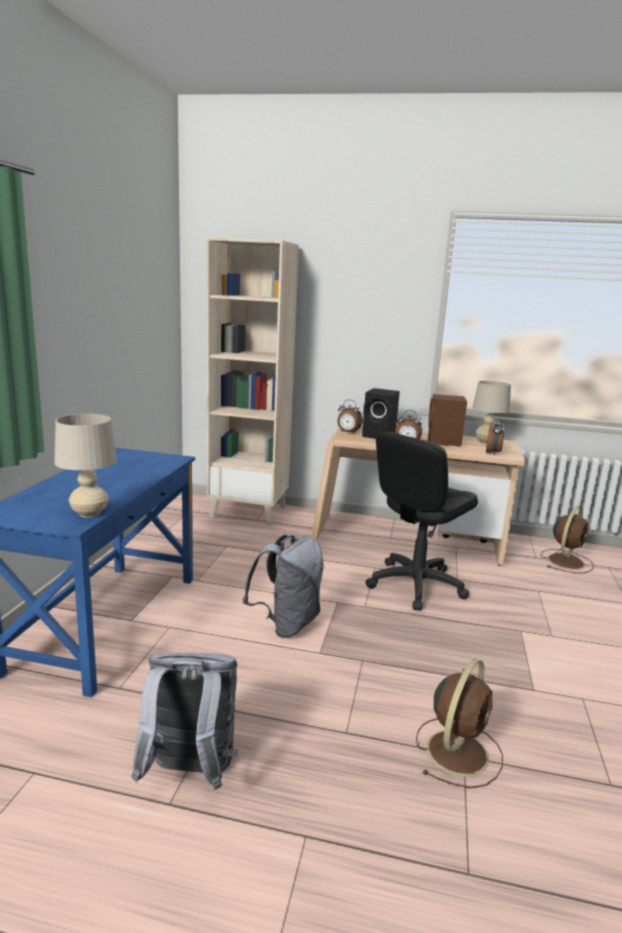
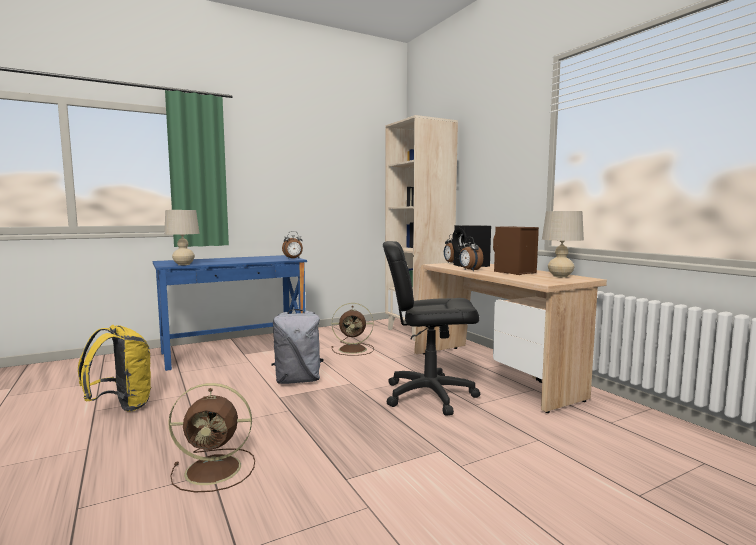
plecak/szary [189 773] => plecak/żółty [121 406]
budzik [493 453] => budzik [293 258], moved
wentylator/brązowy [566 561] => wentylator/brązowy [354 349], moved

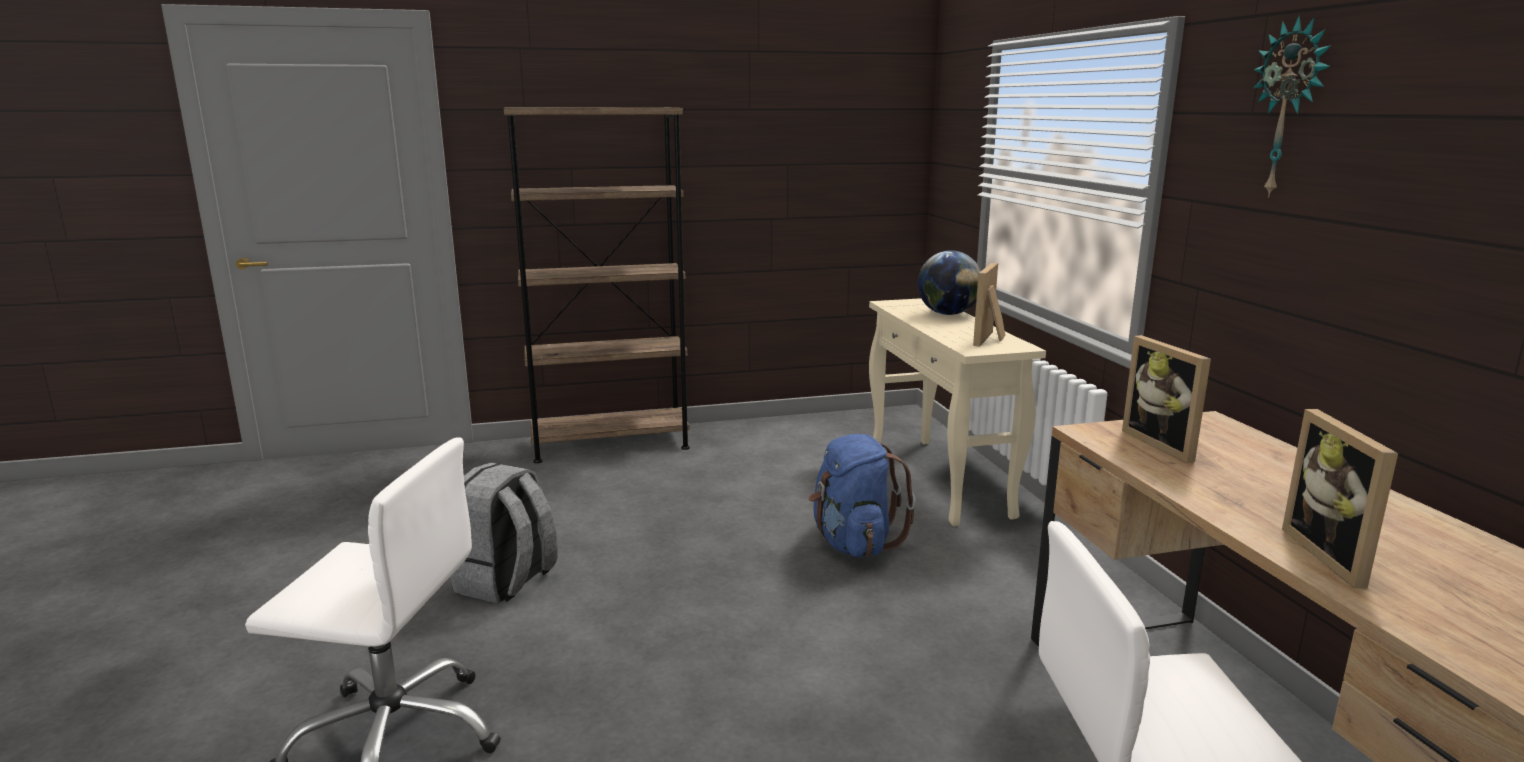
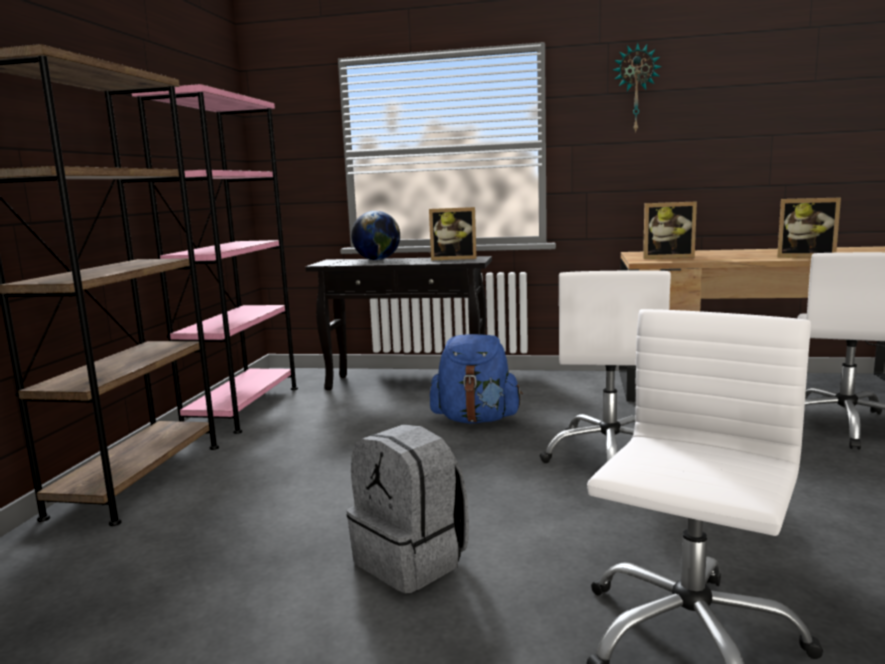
nothing => regał/różowy [243 408]
stolik konsolowy/beżowy [939 480] => stolik konsolowy/czarny [408 384]
ramka na zdjęcie [991 339] => ramka na zdjęcie [454 258], 45 degrees counterclockwise
nothing => krzesło biurowe/biały [610 456]

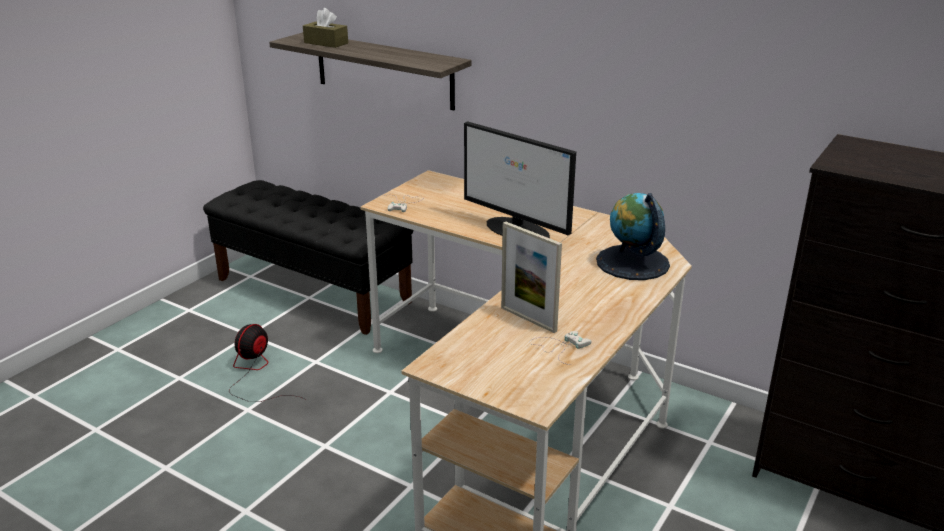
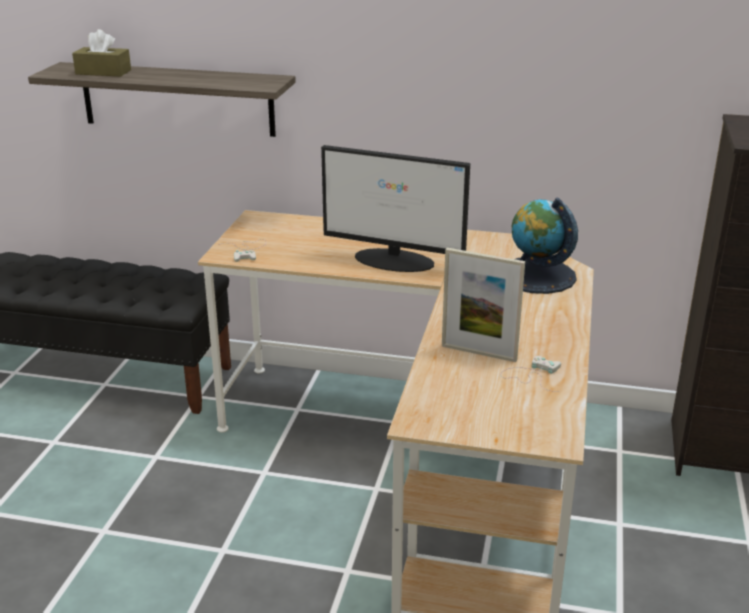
wentylator [256 373] => nothing

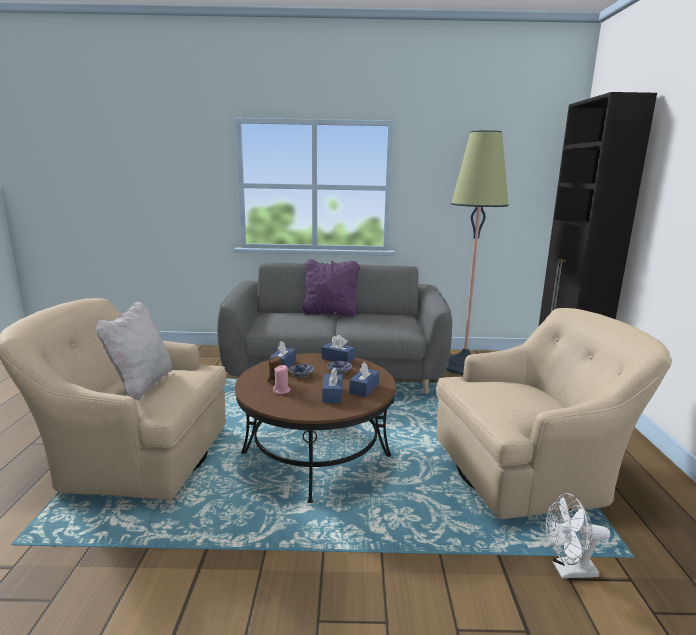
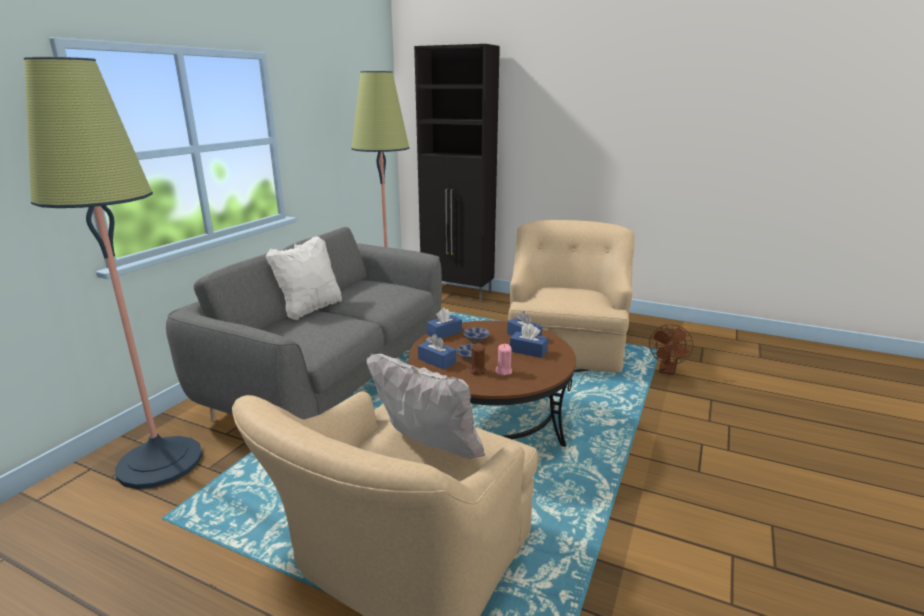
nothing => lampa stojąca [160 462]
poduszka/fioletowy [330 313] => poduszka/biały [310 309]
wentylator/biały [568 570] => wentylator/brązowy [667 371]

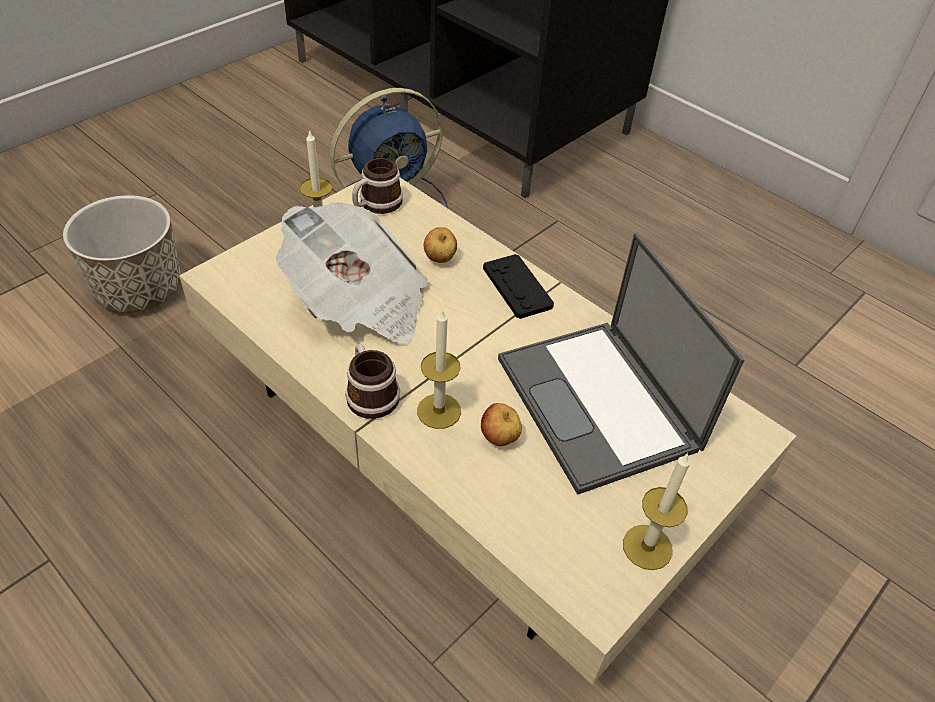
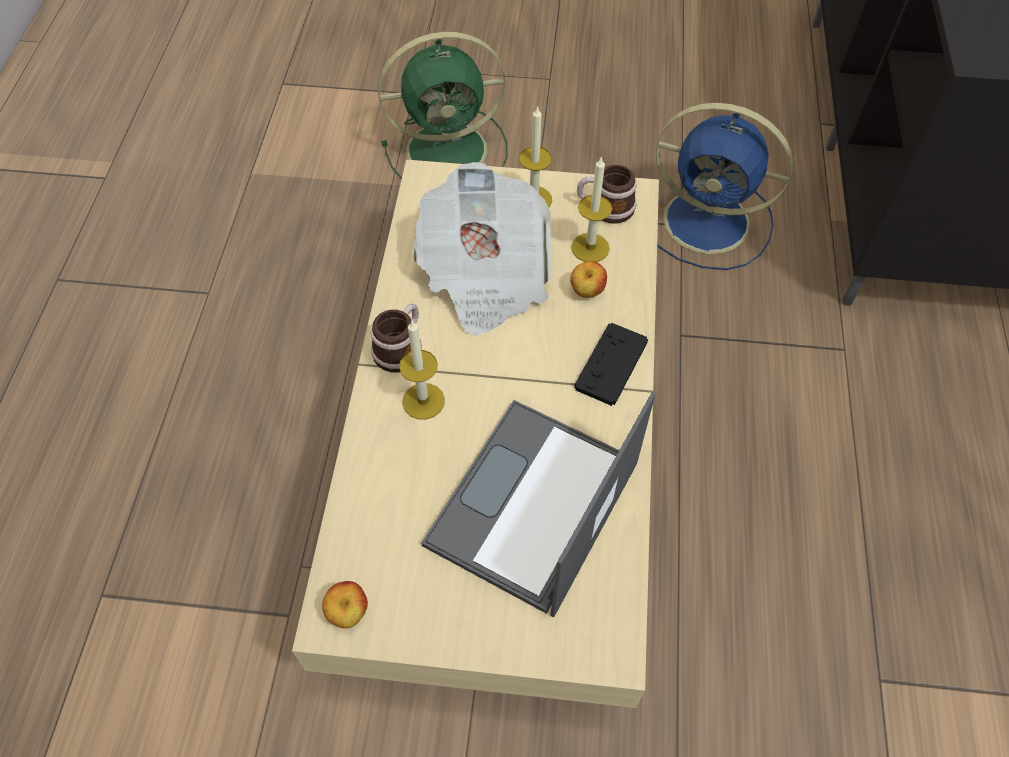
jabłko [499 438] => jabłko [348 612], moved
donica [139 288] => wentylator/zielony [450 150]
świeca [647 547] => świeca [590 248], moved

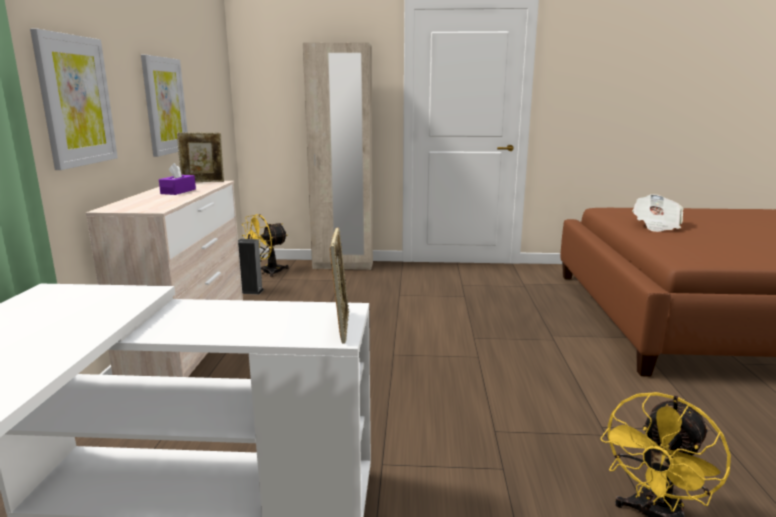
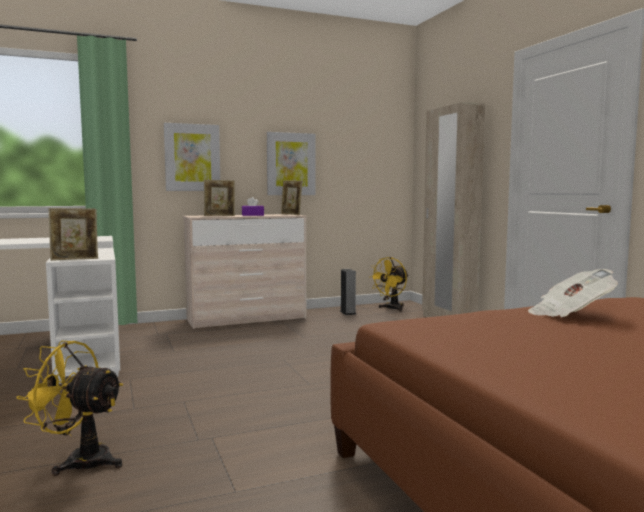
nothing => ramka na zdjęcie [219 216]
wentylator/żółty [267 272] => wentylator/żółty [391 309], 75 degrees counterclockwise

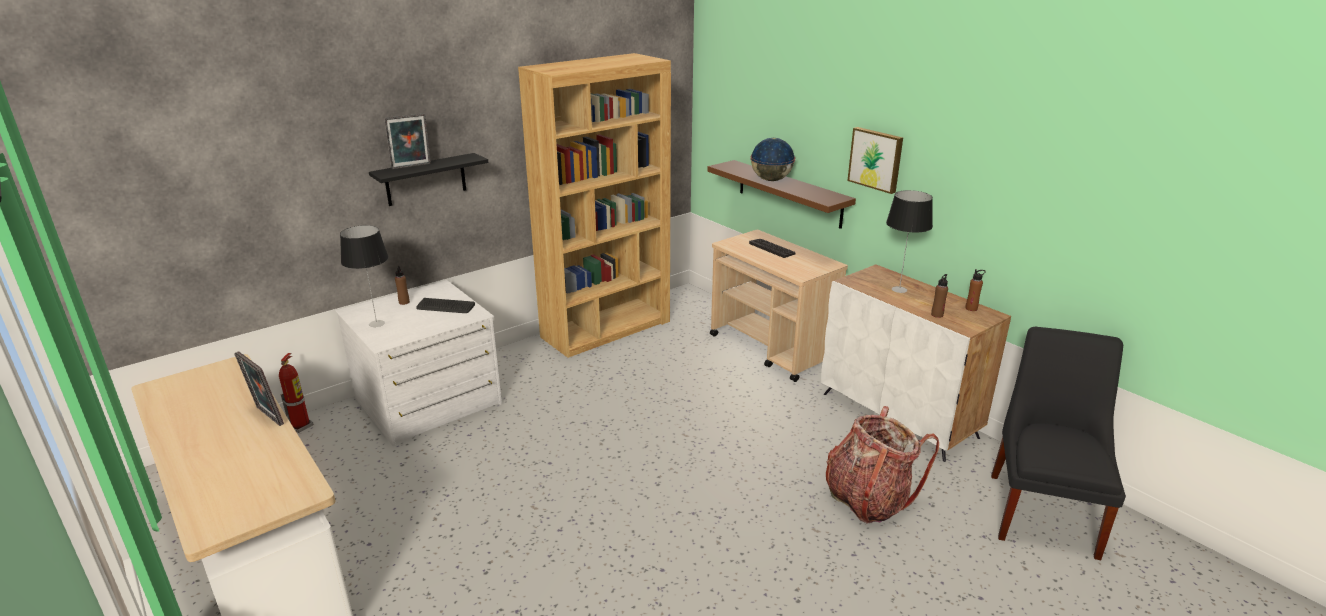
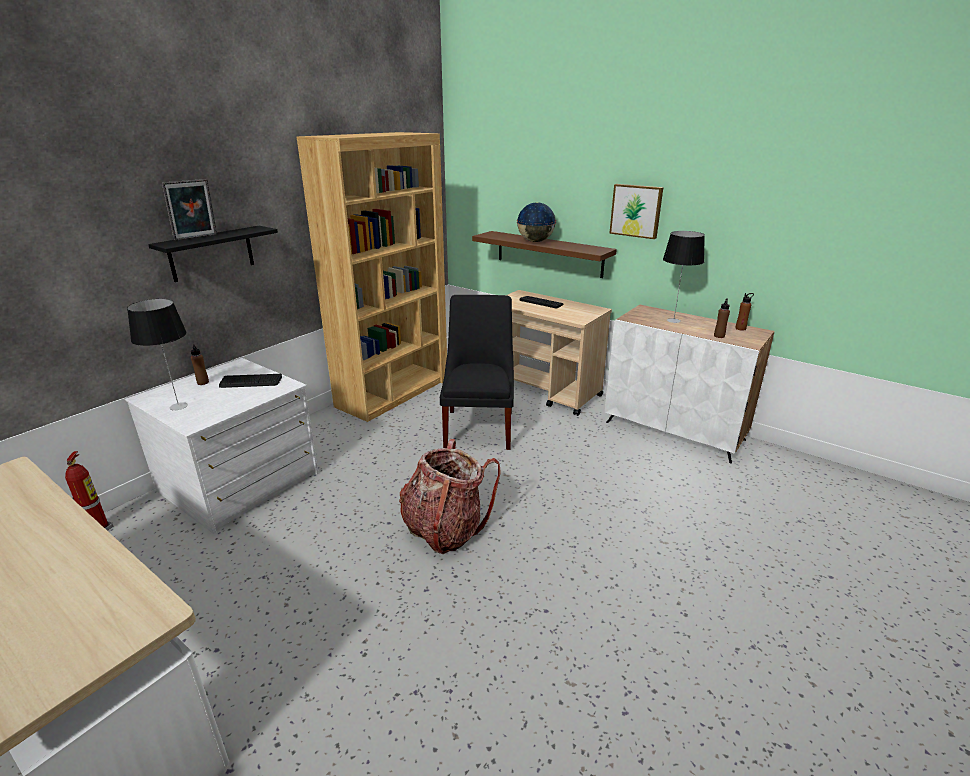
plecak [868 499] => plecak [445 529], moved
krzesło/czarny [1043 510] => krzesło/czarny [480 427], moved
ramka na zdjęcie [266 417] => nothing

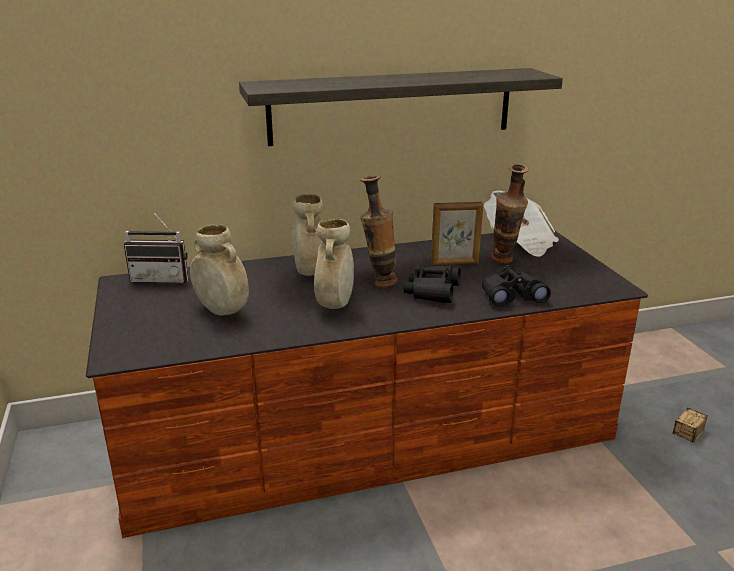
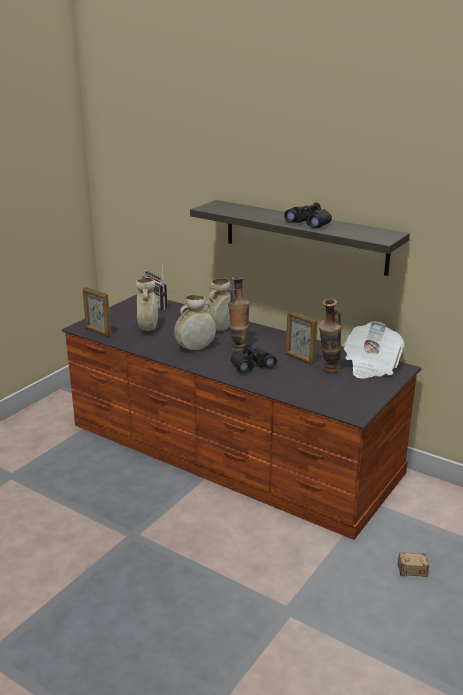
nothing => ramka na zdjęcie [98 332]
lornetka/czarny [512 296] => lornetka/czarny [310 223], moved

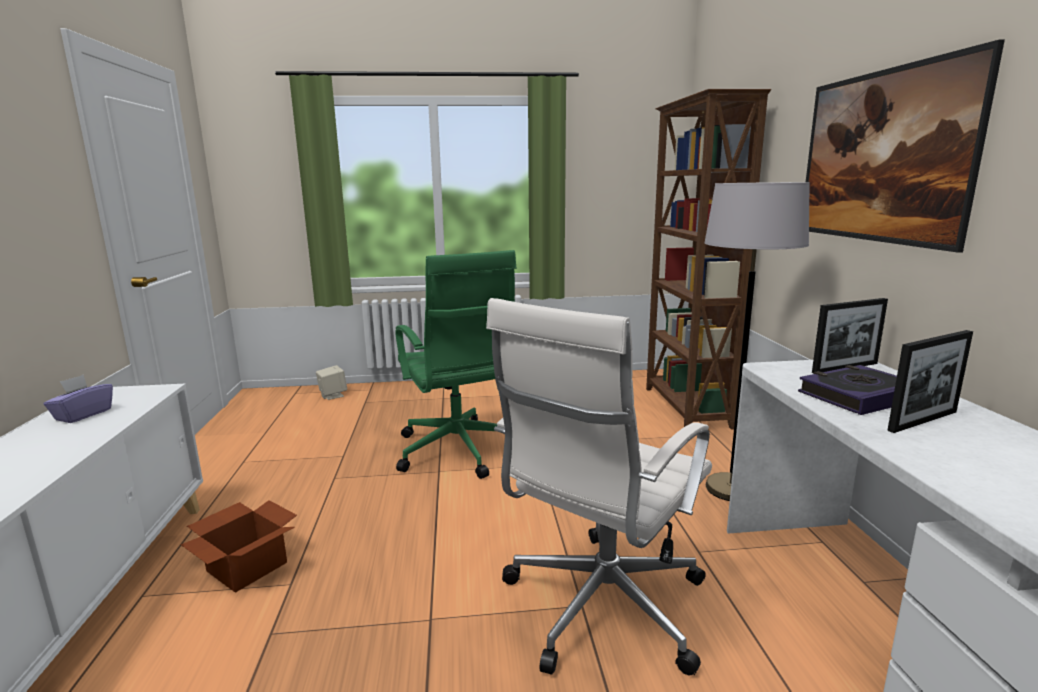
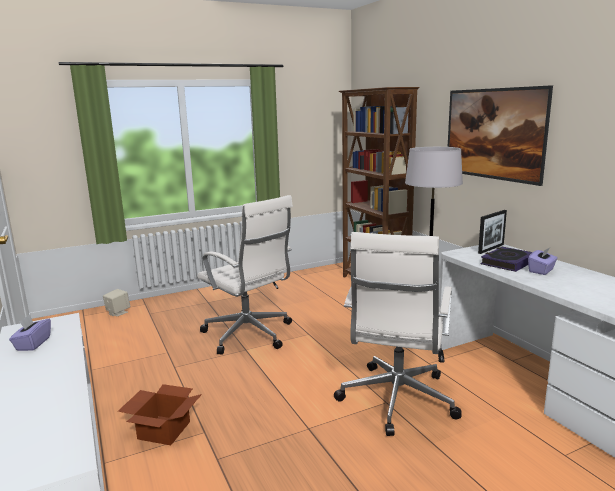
krzesło biurowe/zielony [459 451] => krzesło biurowe/biały [249 335]
ramka na zdjęcie [923 421] => pudełko chusteczek/fioletowy [541 270]

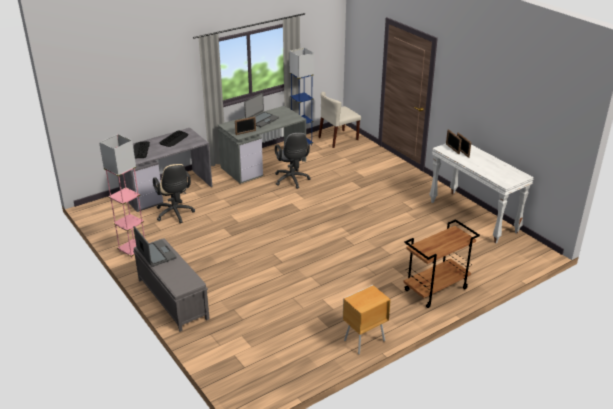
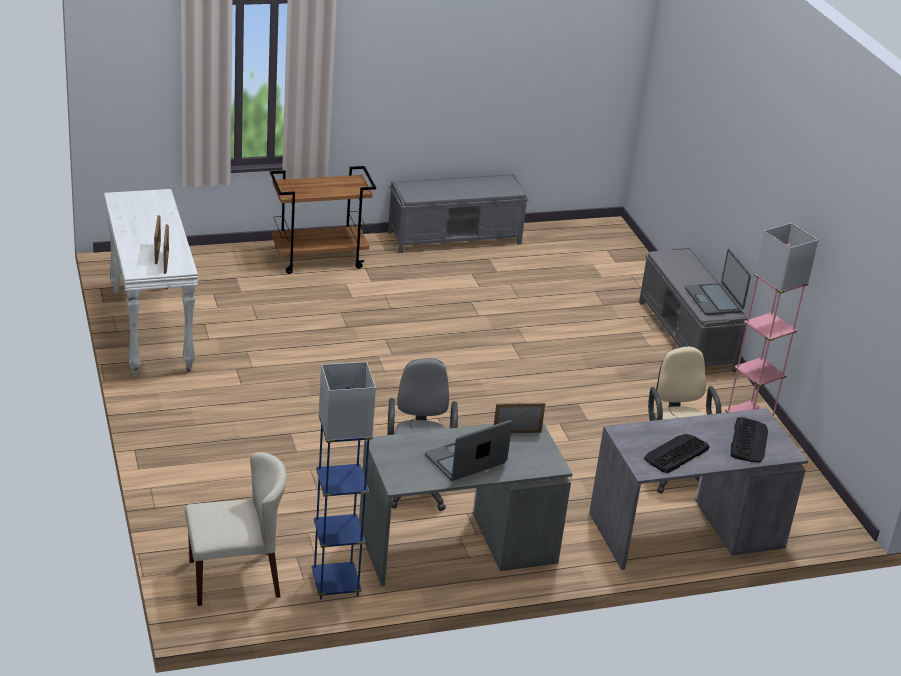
szafka nocna/brązowy [363 341] => ławka/szary [455 238]

